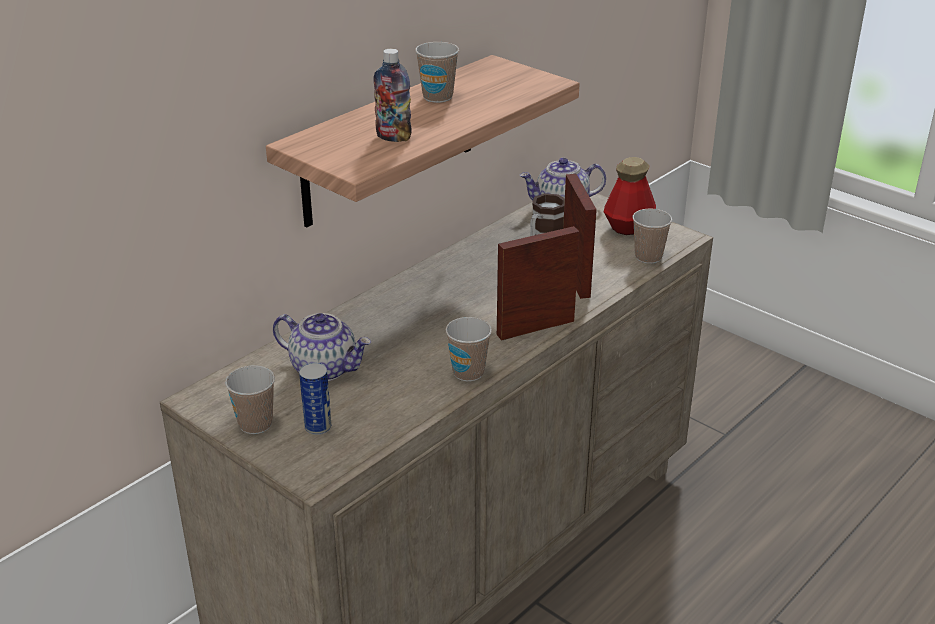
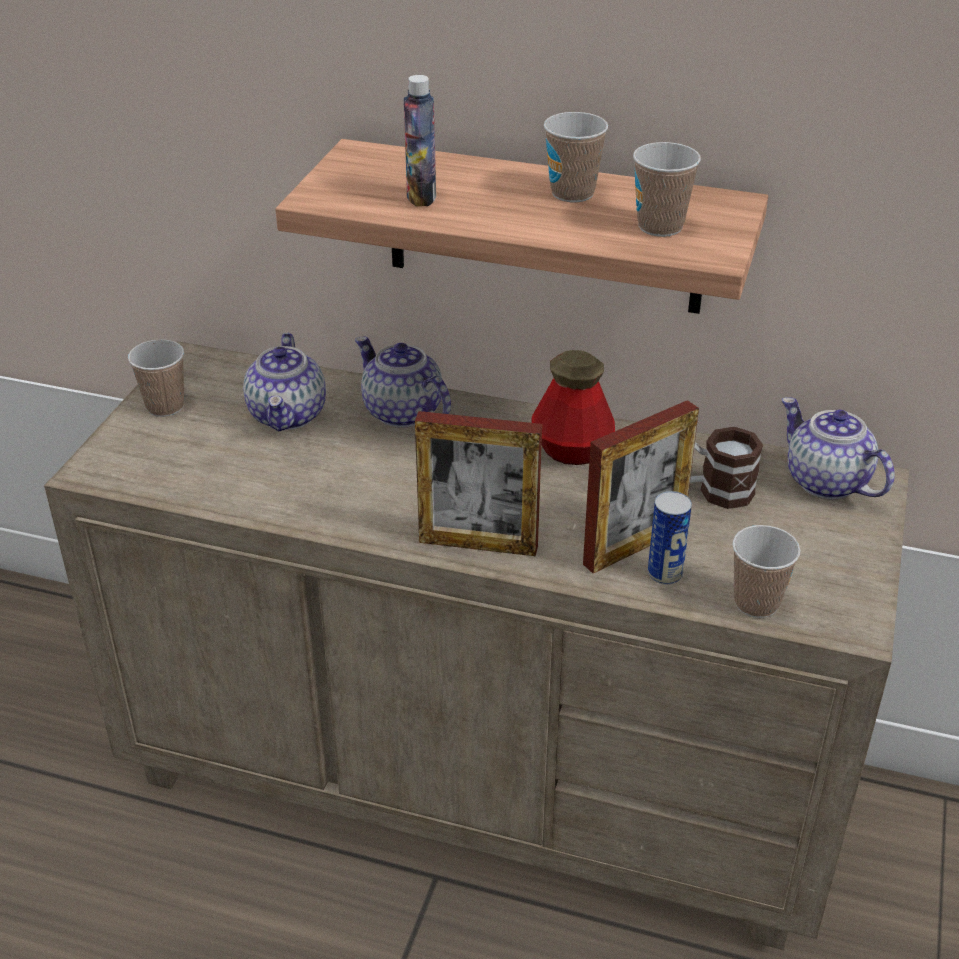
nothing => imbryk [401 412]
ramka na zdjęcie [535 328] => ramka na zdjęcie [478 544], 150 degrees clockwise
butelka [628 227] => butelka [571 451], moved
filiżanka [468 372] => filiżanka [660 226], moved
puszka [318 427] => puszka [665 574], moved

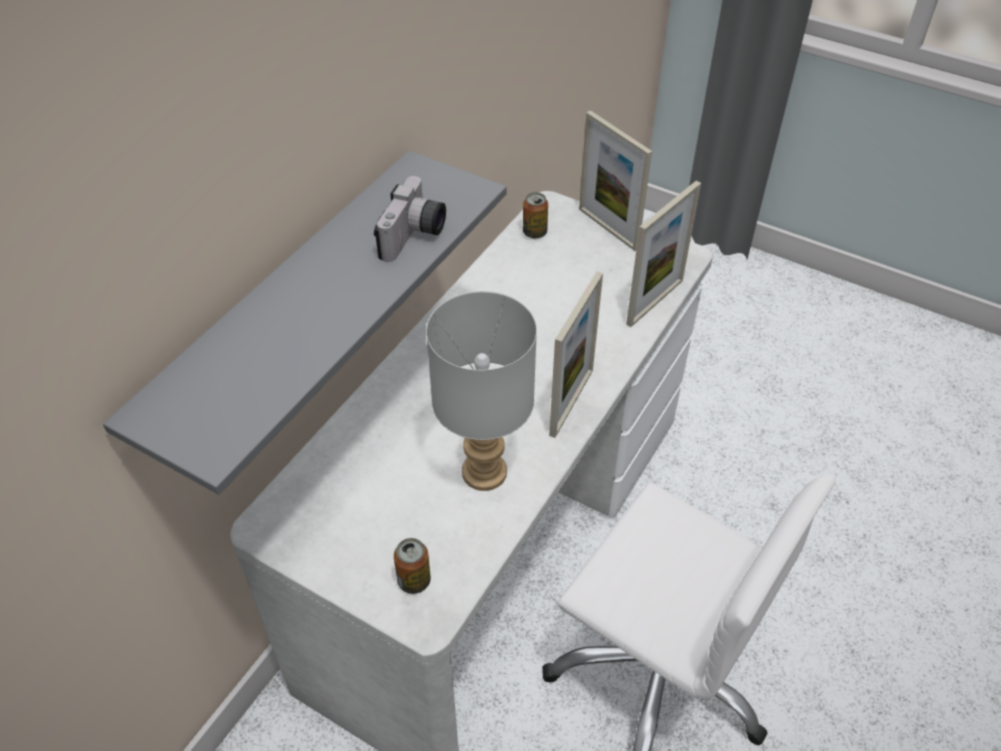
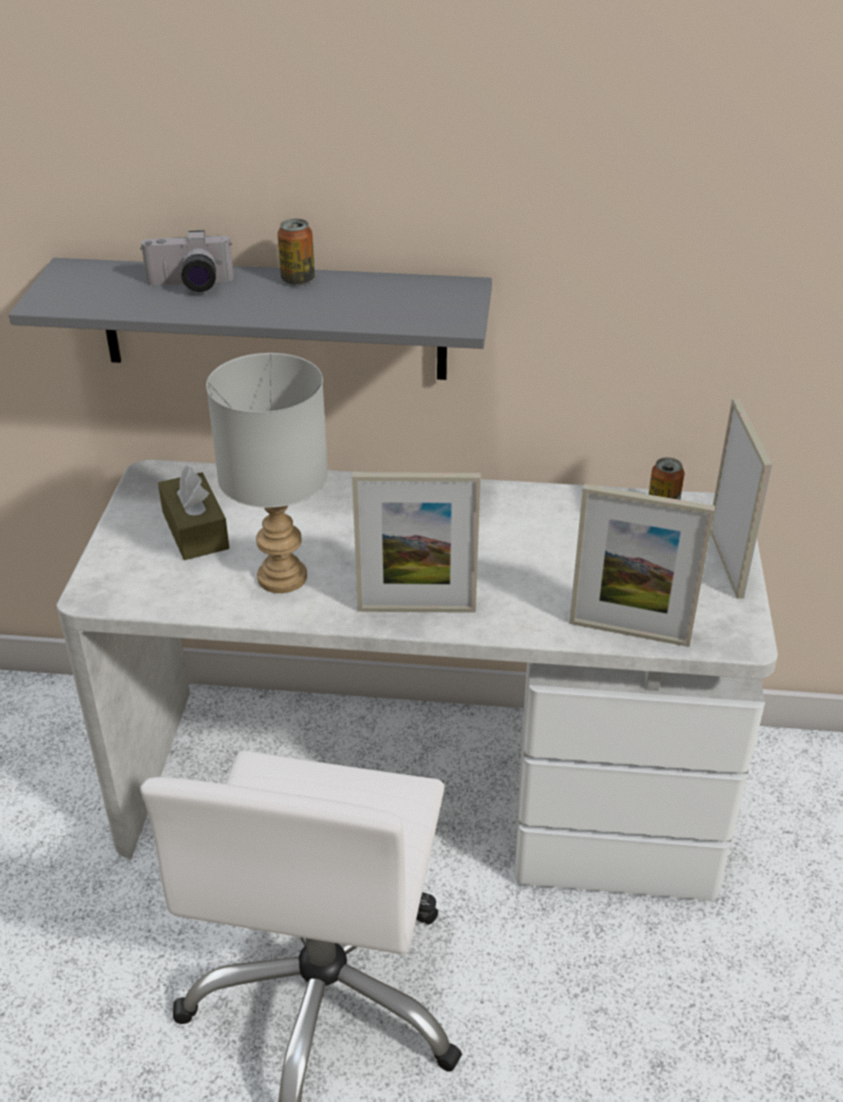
aparat fotograficzny [414 237] => aparat fotograficzny [190 286], moved
nothing => pudełko chusteczek/brązowy [195 530]
puszka [414 581] => puszka [298 280], moved
ramka na zdjęcie [608 228] => ramka na zdjęcie [725 562], 150 degrees clockwise

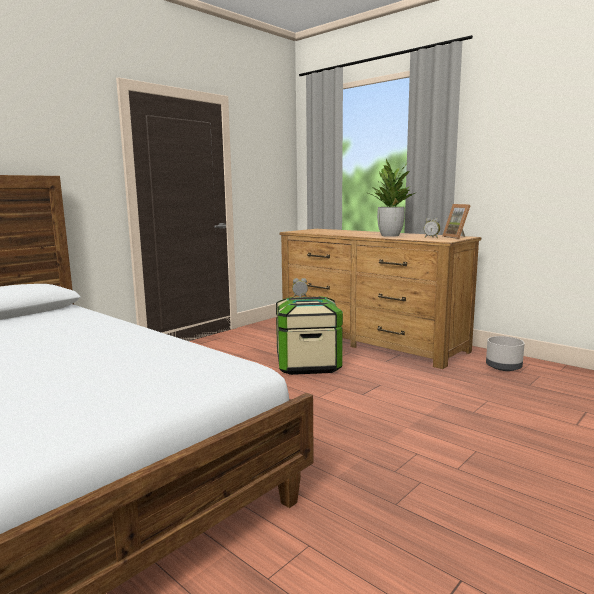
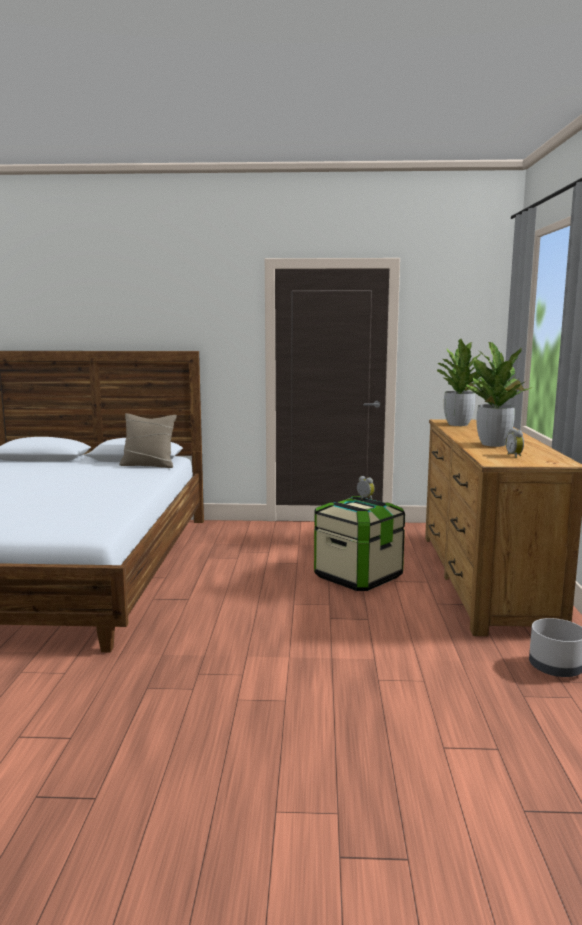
nothing => poduszka/beżowy [148 465]
nothing => roślina doniczkowa [458 424]
ramka na zdjęcie [457 237] => nothing

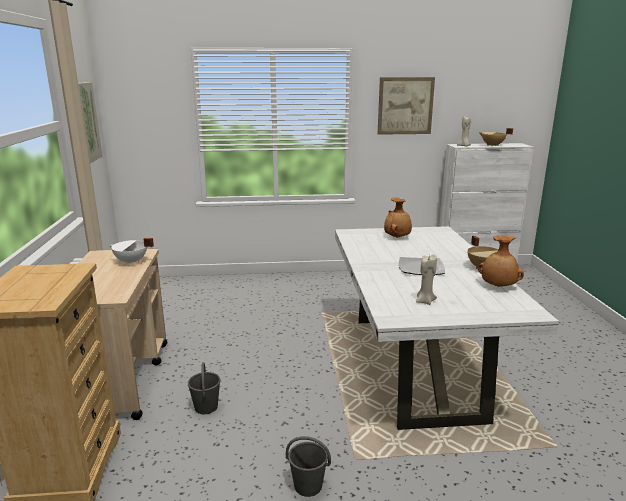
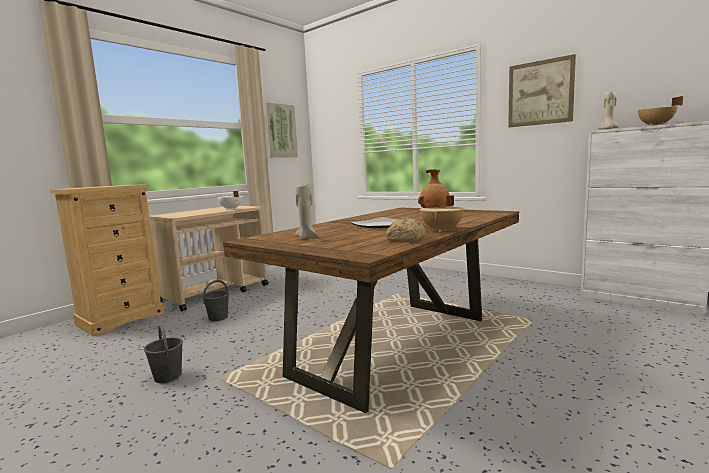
stół jadalny/biały [415 366] => stół jadalny/brązowy [395 346]
wazon/brązowy [498 286] => chleb [405 239]

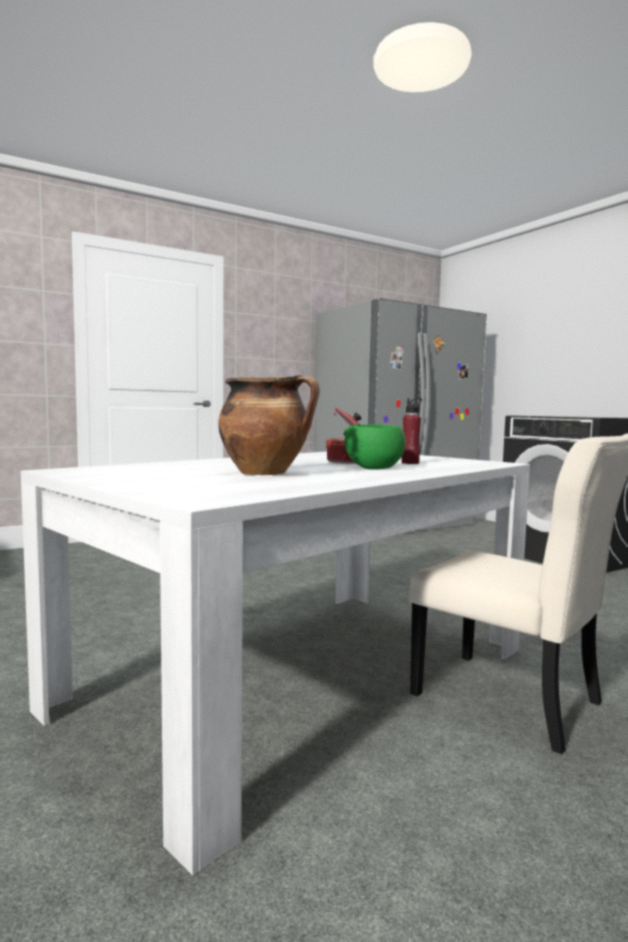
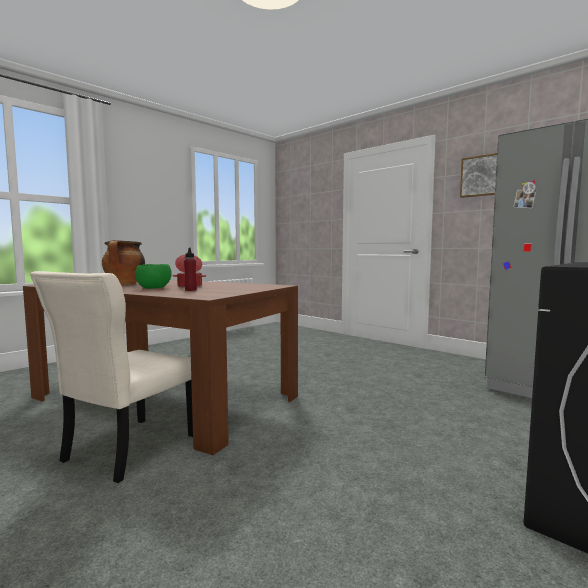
stół jadalny/biały [306 676] => stół jadalny/brązowy [165 397]
nothing => obraz [482 176]

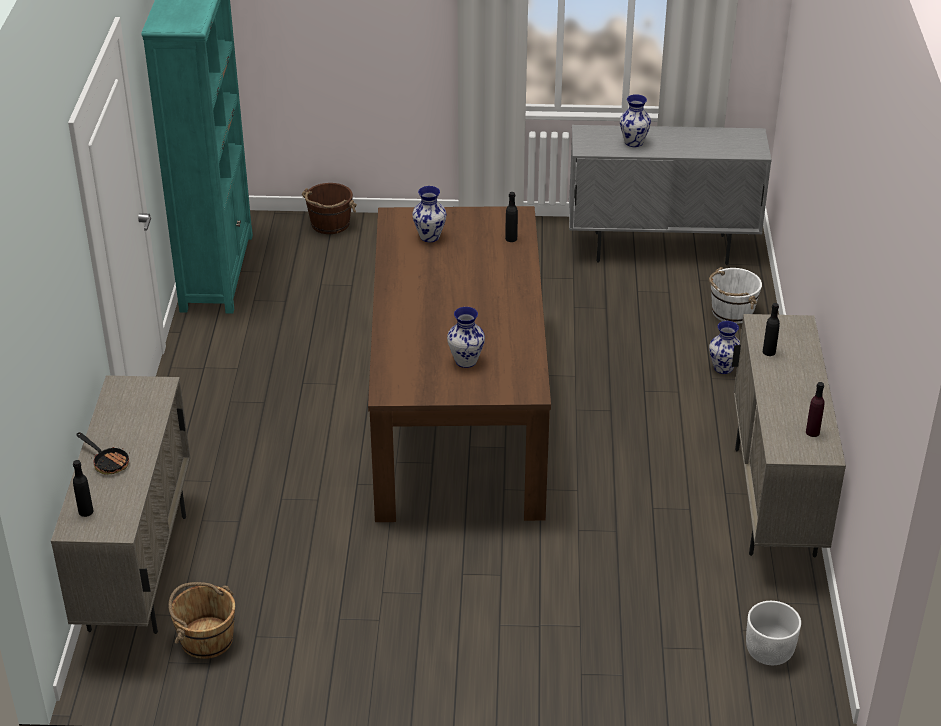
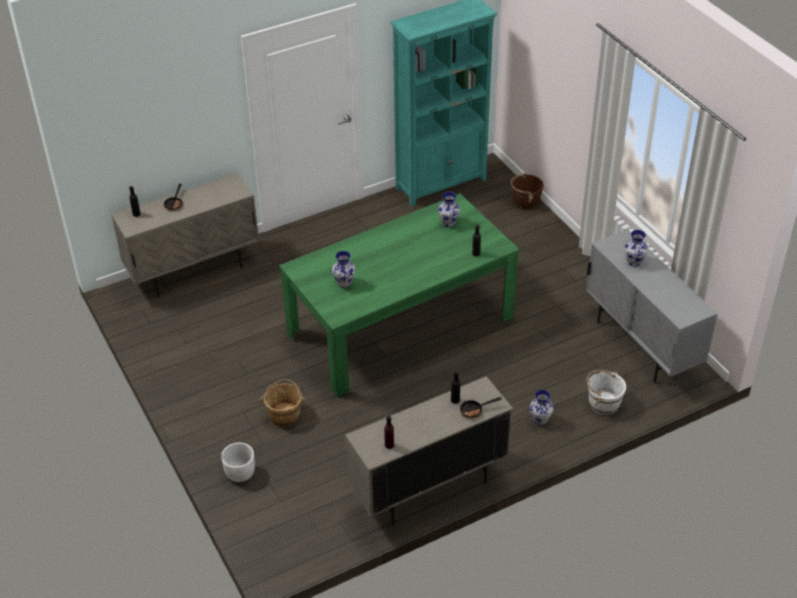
donica/biały [769 651] => donica/biały [240 472], moved
wiadro/brązowy [206 639] => wiadro/brązowy [284 414], moved
stół jadalny/brązowy [458 412] => stół jadalny/zielony [400 325]
nothing => patelnia [474 411]

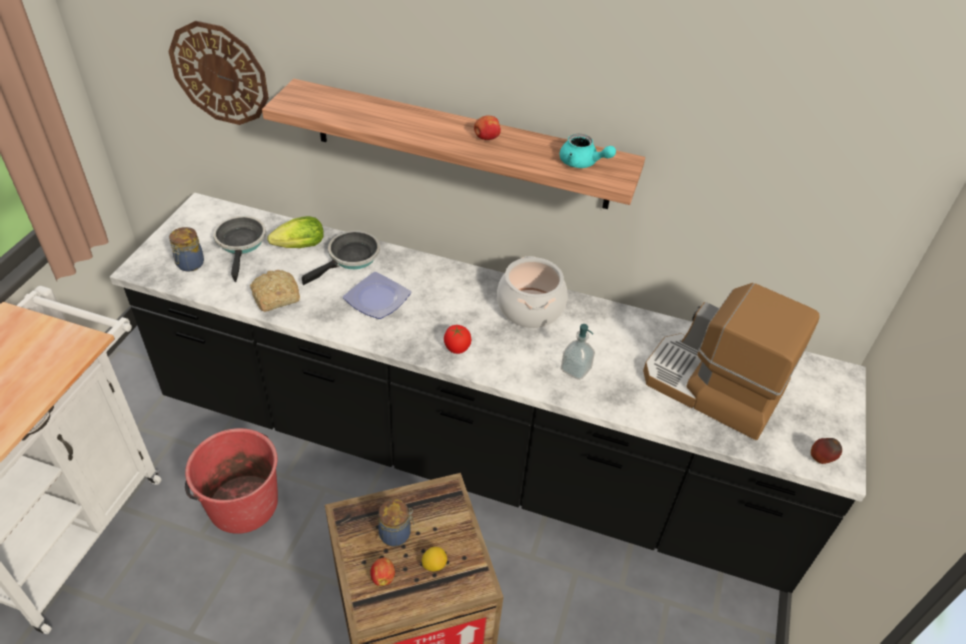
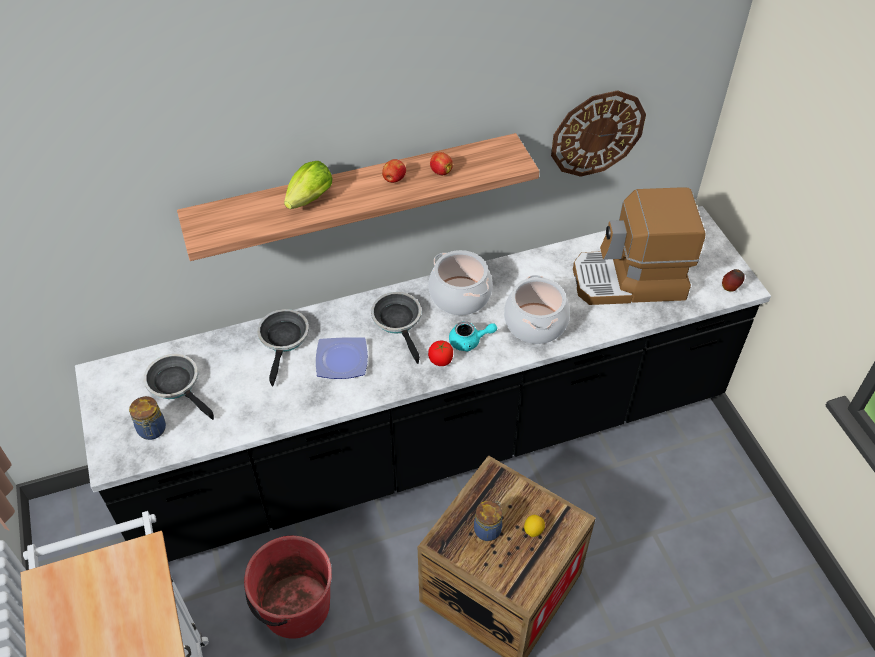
sałata [297 247] => sałata [308 201], moved
nothing => patelnia [398 321]
jabłko [383 577] => jabłko [440 171], moved
imbryk/turkusowy [582 163] => imbryk/turkusowy [469 341], moved
dozownik mydła [575 369] => garnek [535 323]
zegar ścienny [220 73] => zegar ścienny [597 133], moved
chleb [274 297] => nothing

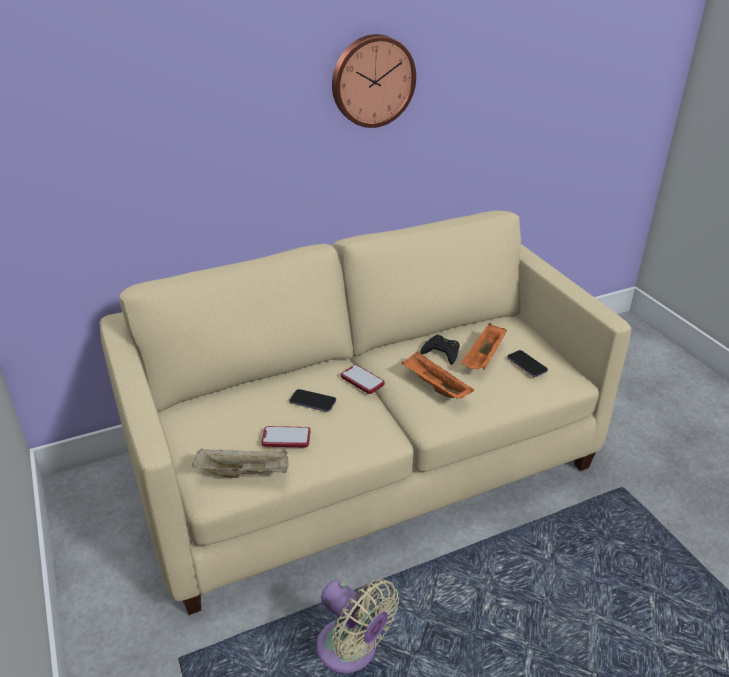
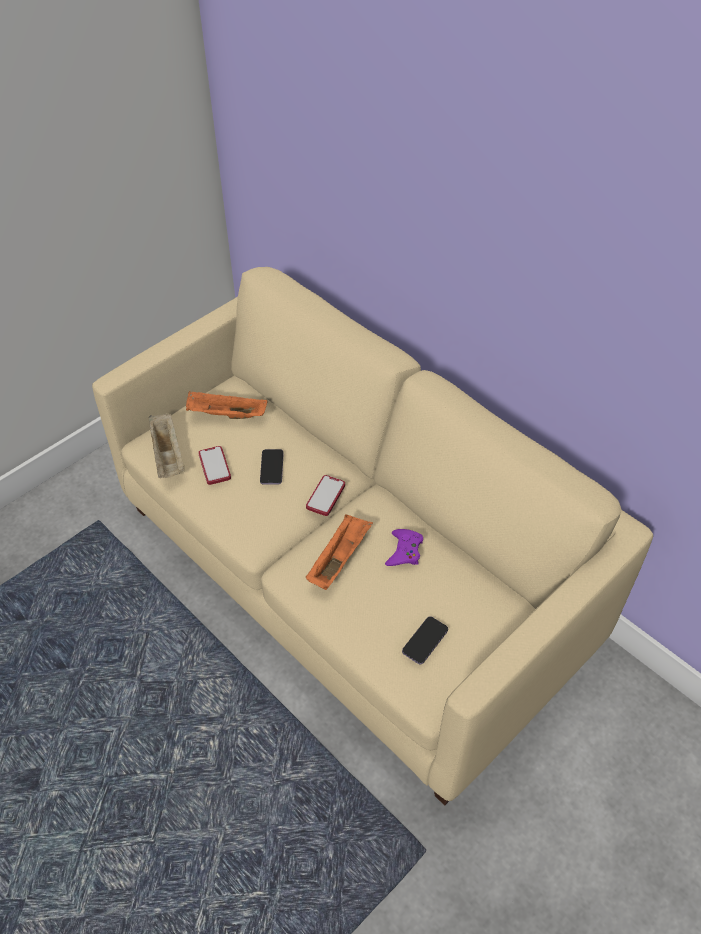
taca/pomarańczowy [483 358] => taca/pomarańczowy [226 415], moved
pad do gier/czarny [441 353] => pad do gier/fioletowy [404 551]
wentylator/beżowy [351 651] => nothing
zegar ścienny [372 80] => nothing

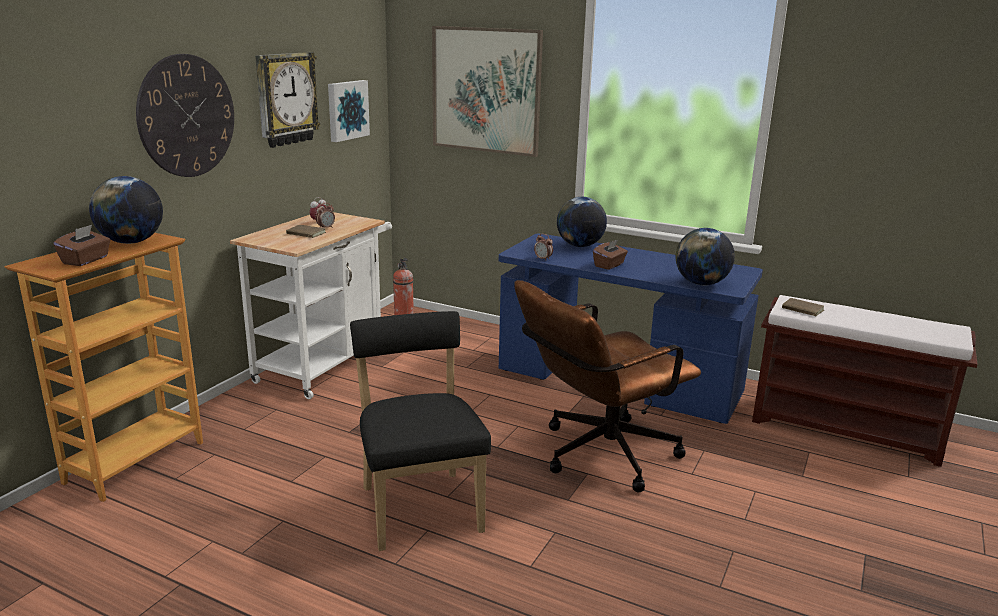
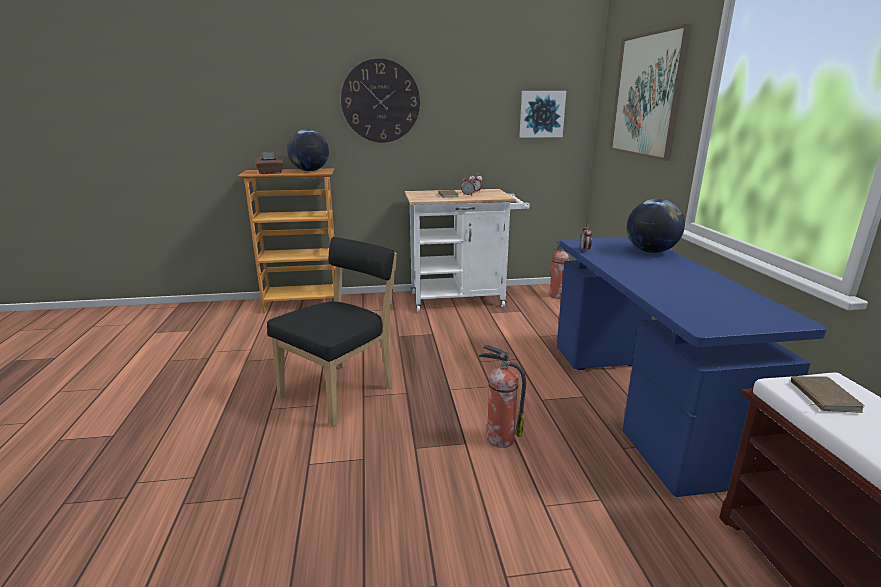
krzesło biurowe/brązowy [598 456] => gaśnica [498 438]
zegar ścienny [285 99] => nothing
pudełko chusteczek/brązowy [609 265] => nothing
globus [701 283] => nothing

